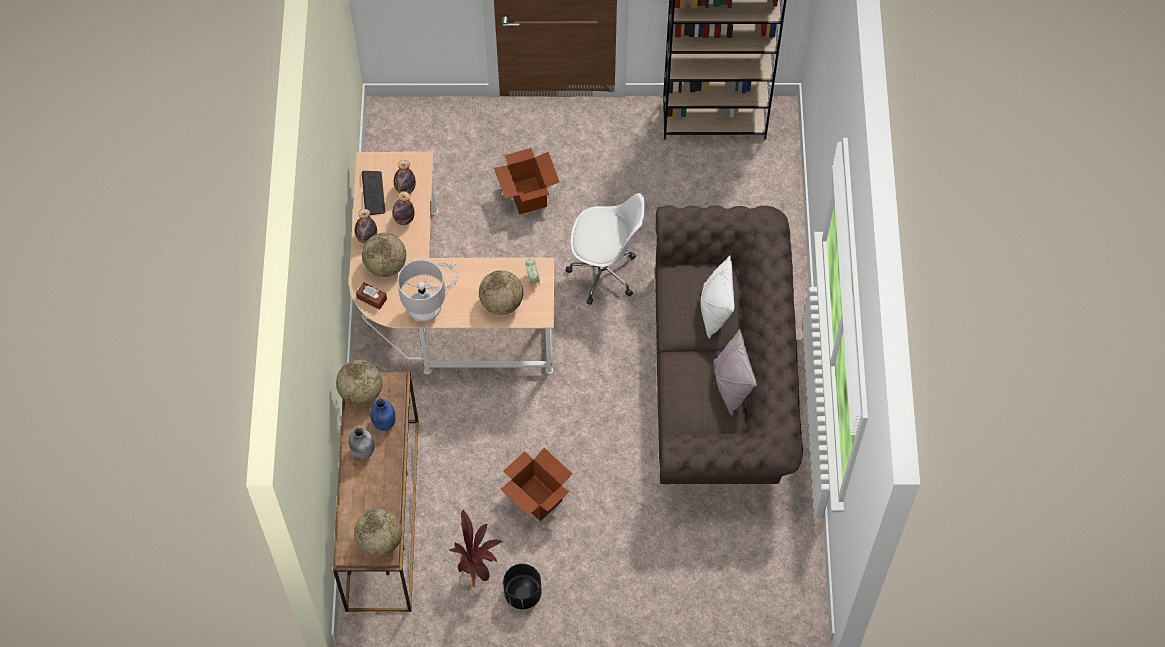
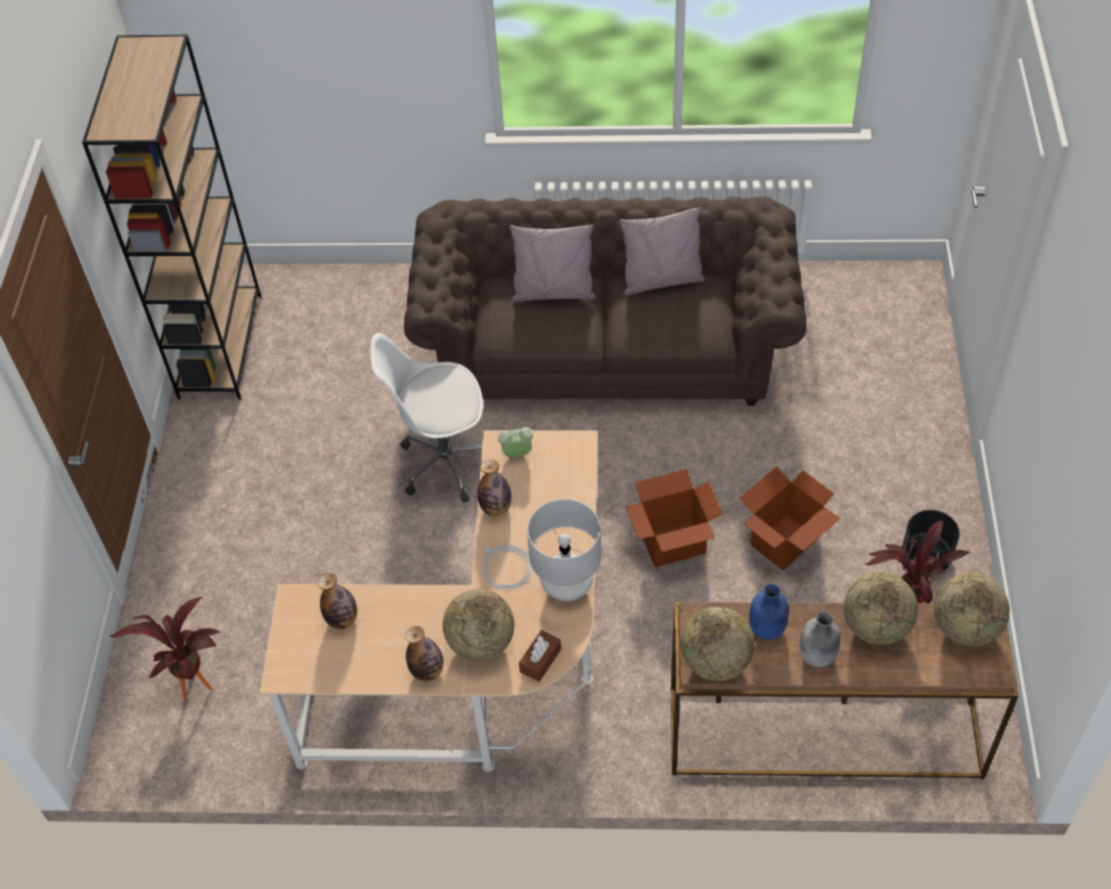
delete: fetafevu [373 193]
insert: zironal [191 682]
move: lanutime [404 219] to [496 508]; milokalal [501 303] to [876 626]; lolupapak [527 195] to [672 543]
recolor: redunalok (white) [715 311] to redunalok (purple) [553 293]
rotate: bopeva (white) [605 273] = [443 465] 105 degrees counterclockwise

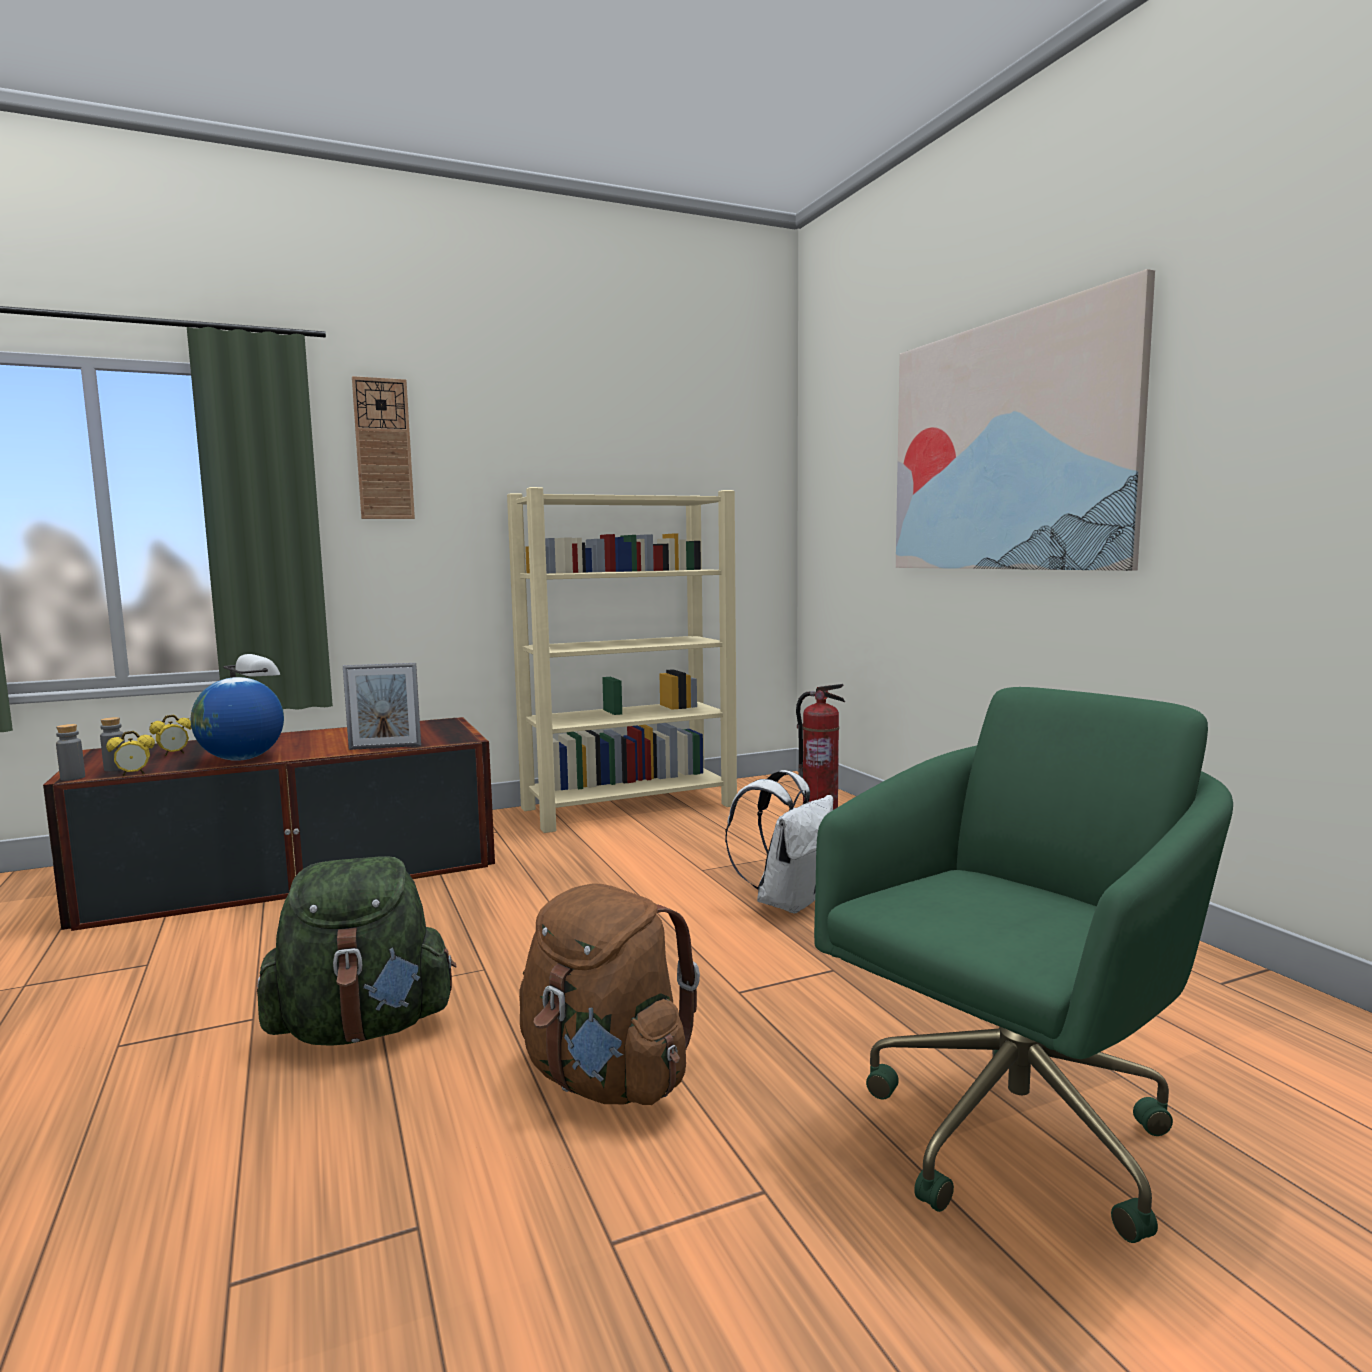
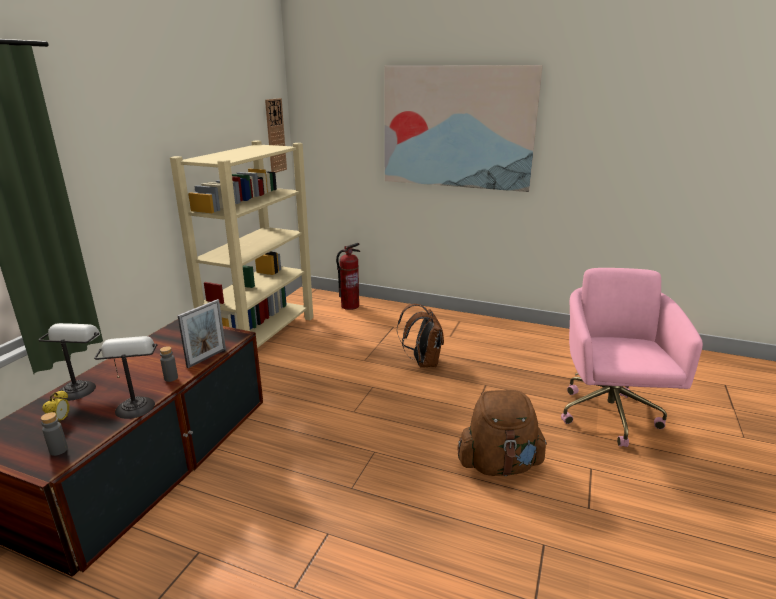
delete: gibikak [134 774]; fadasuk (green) [362 1028]
move: lanutime (grey) [72 778] to [171 378]; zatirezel [383 449] to [275 136]
replace: milokalal [241 759] to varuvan [136 403]
recolor: fadasuk (white) [787 902] to fadasuk (brown) [423 362]; bopeva (green) [1008 1144] to bopeva (pink) [609 419]

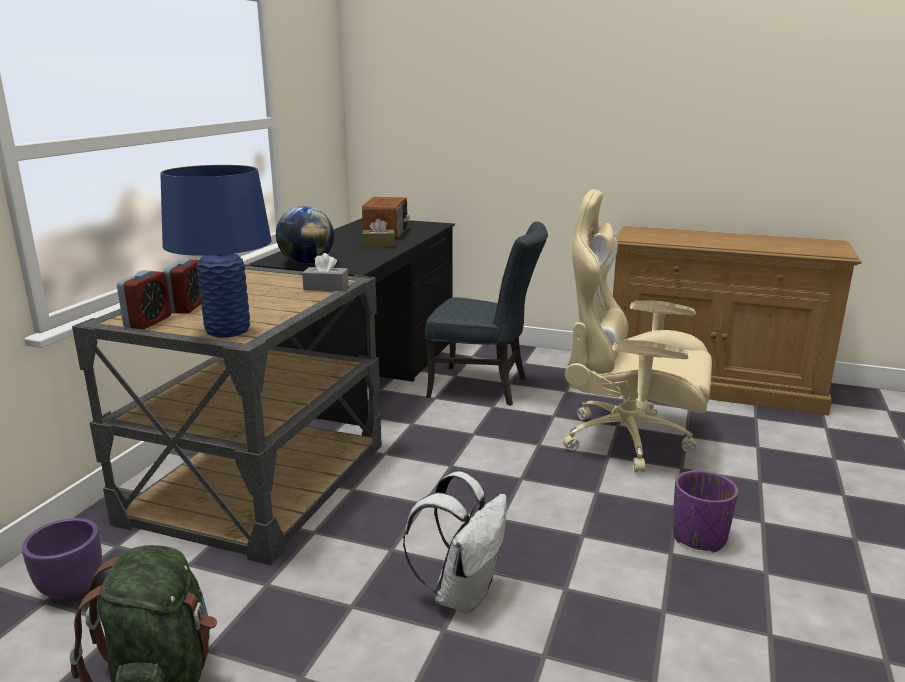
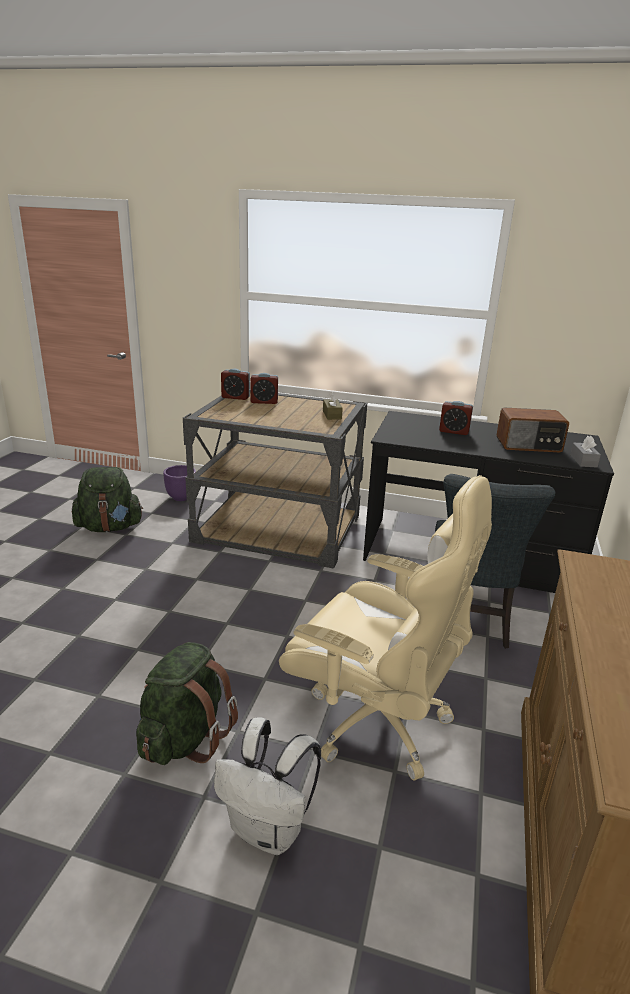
delete: varuvan (blue) [227 331]; milokalal [306 263]
insert: gibikak [454 431]
move: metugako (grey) [326 287] to [583 461]; metugako (brown) [379 245] to [332 415]; fadasuk (white) [462 593] to [269 830]
replace: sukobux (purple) [699 537] to fadasuk (green) [185 737]
rotate: bopeva (beige) [634 441] = [369 719] 105 degrees clockwise

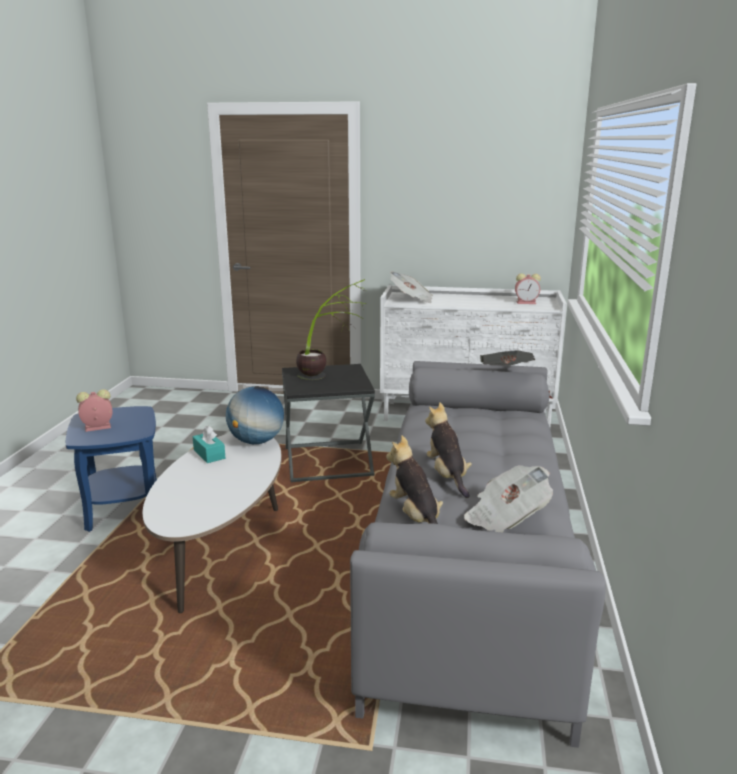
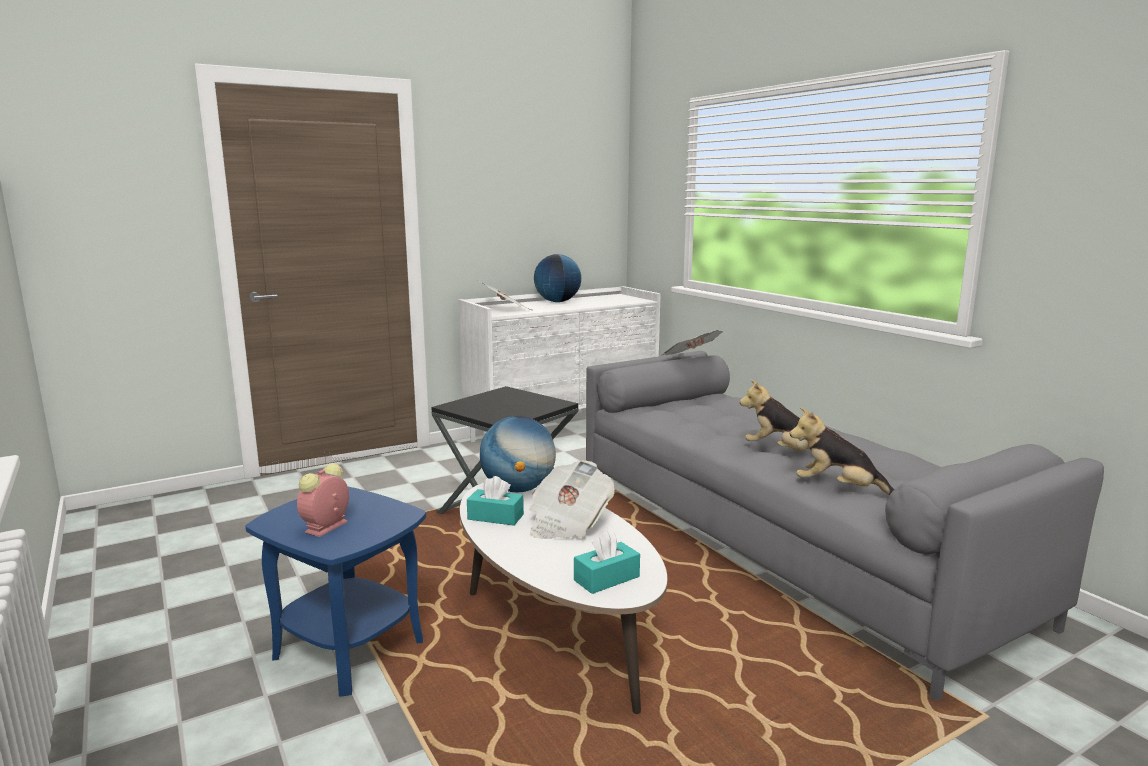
delete: zironal [328 377]; gibikak [527 302]
insert: milokalal [557 302]; metugako (turquoise) [606 578]
move: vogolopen [506 518] to [567 523]

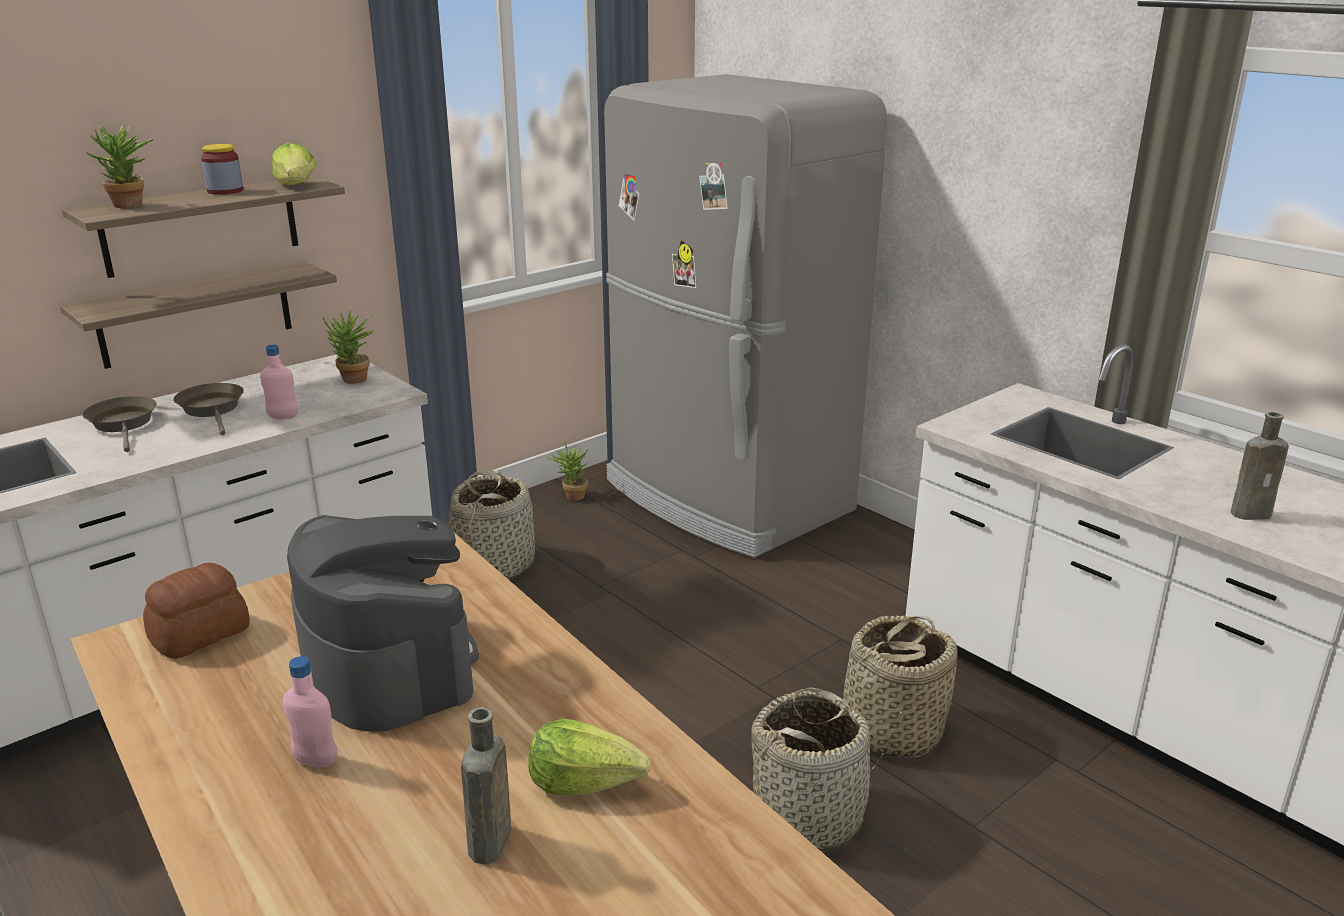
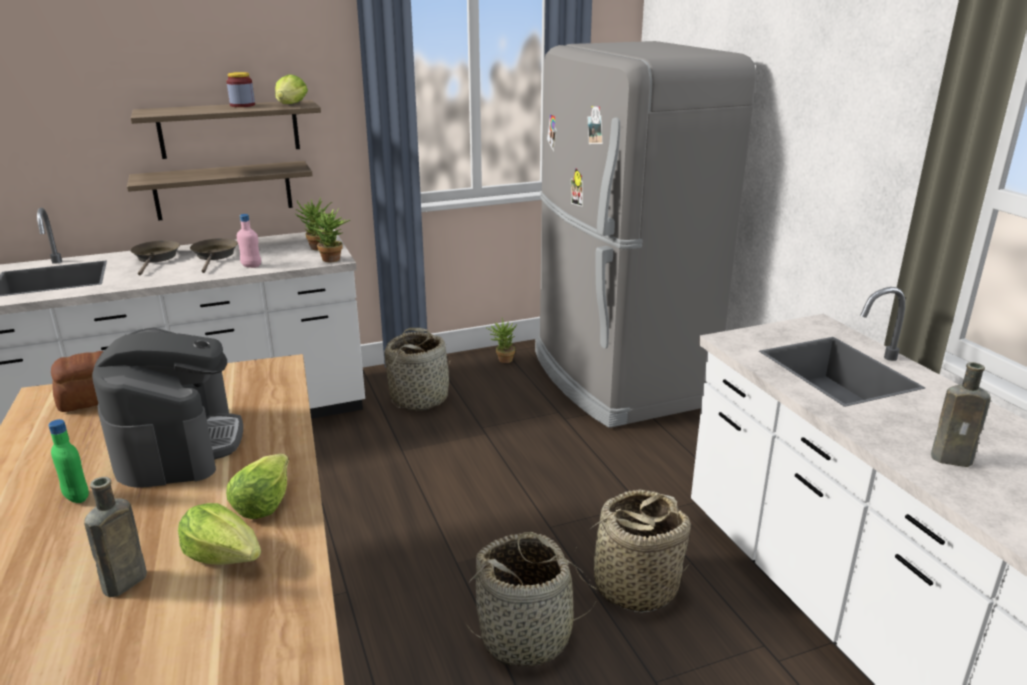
insert: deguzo [263 502]
move: zironal [131 206] to [332 260]
recolor: lanutime (pink) [315 761] to lanutime (green) [76 497]

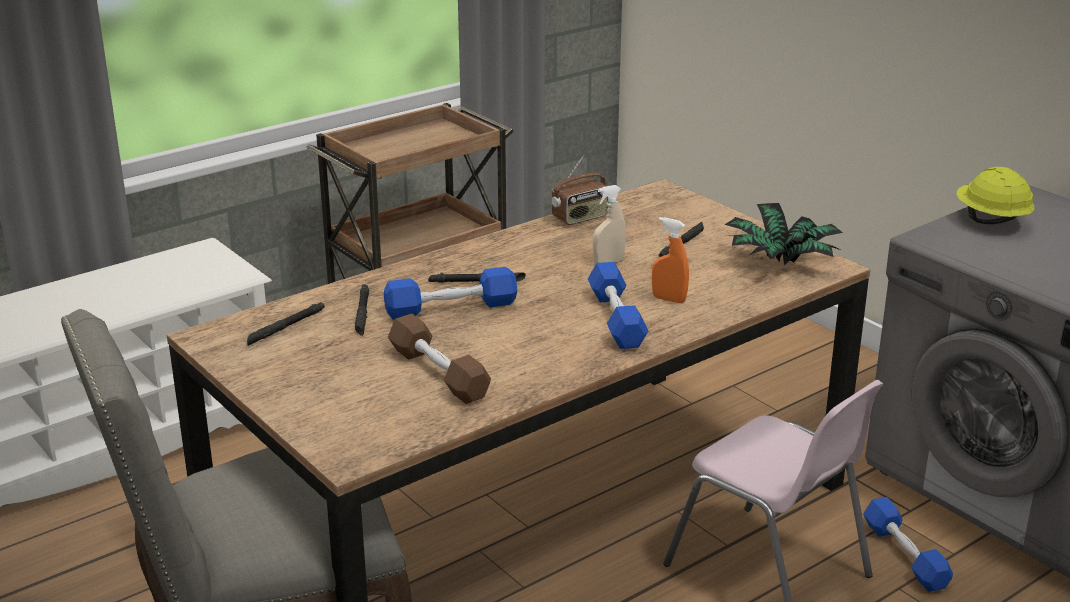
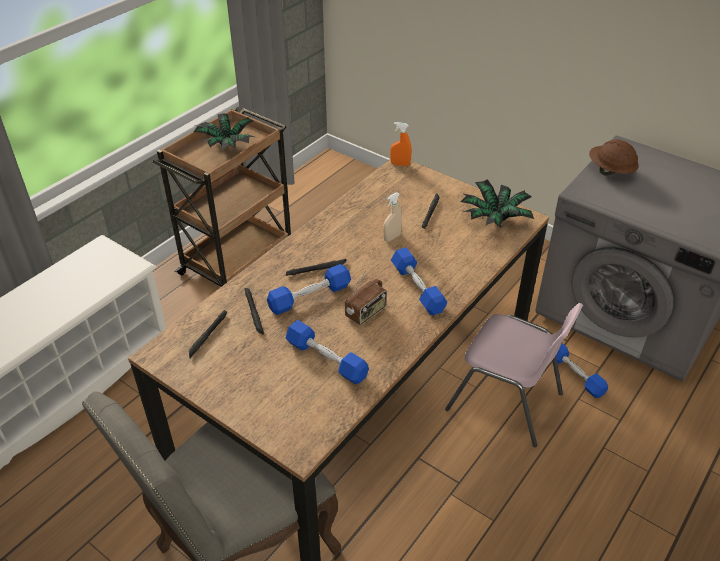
insert: zironal [227 146]
move: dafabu [580 218] to [366 313]; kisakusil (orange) [668 299] to [400 164]
recolor: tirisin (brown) [438 373] to tirisin (blue) [326 359]; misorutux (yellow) [991 220] to misorutux (brown) [610 171]

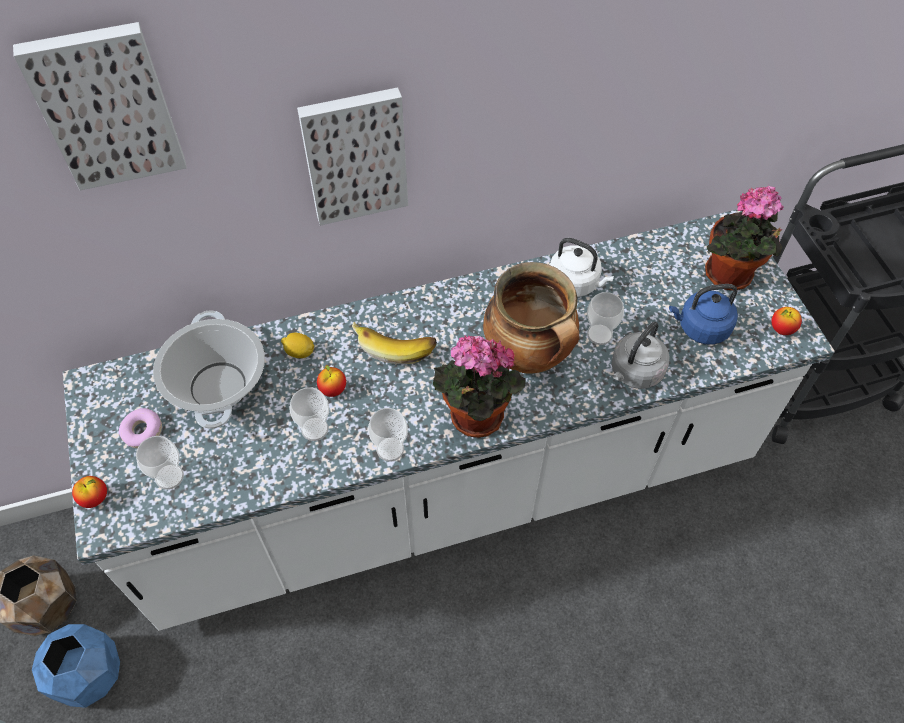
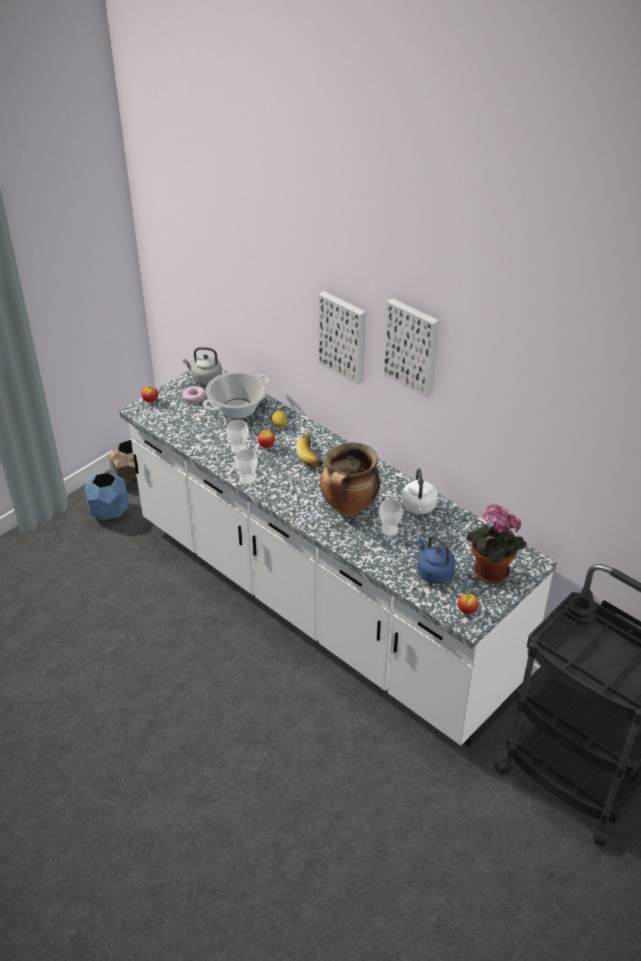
delete: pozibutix [169 477]; zironal [473 419]
move: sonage [106 105] to [413 346]; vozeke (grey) [634 373] to [205 379]

